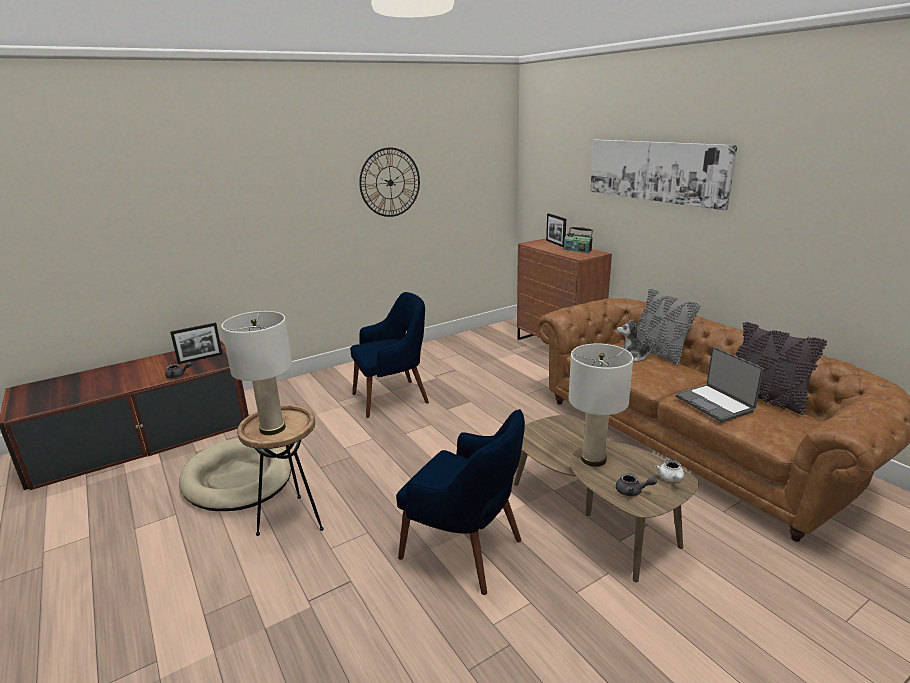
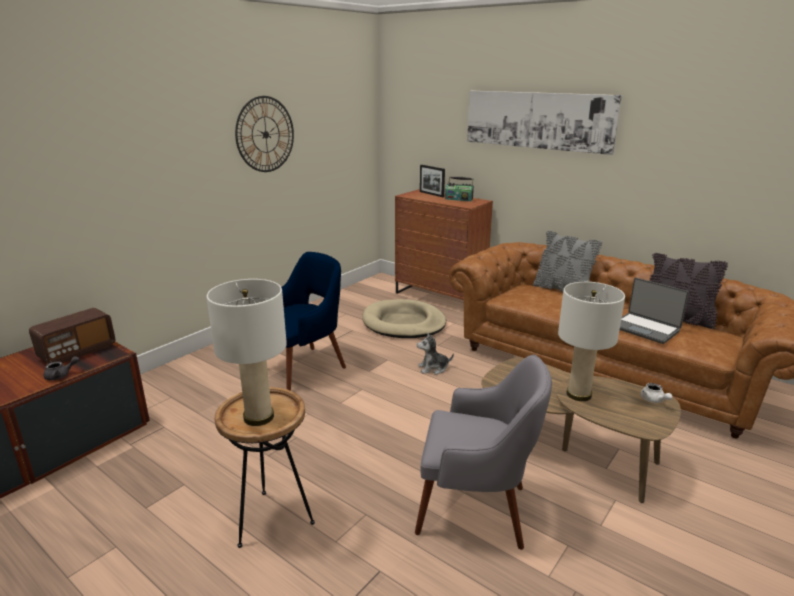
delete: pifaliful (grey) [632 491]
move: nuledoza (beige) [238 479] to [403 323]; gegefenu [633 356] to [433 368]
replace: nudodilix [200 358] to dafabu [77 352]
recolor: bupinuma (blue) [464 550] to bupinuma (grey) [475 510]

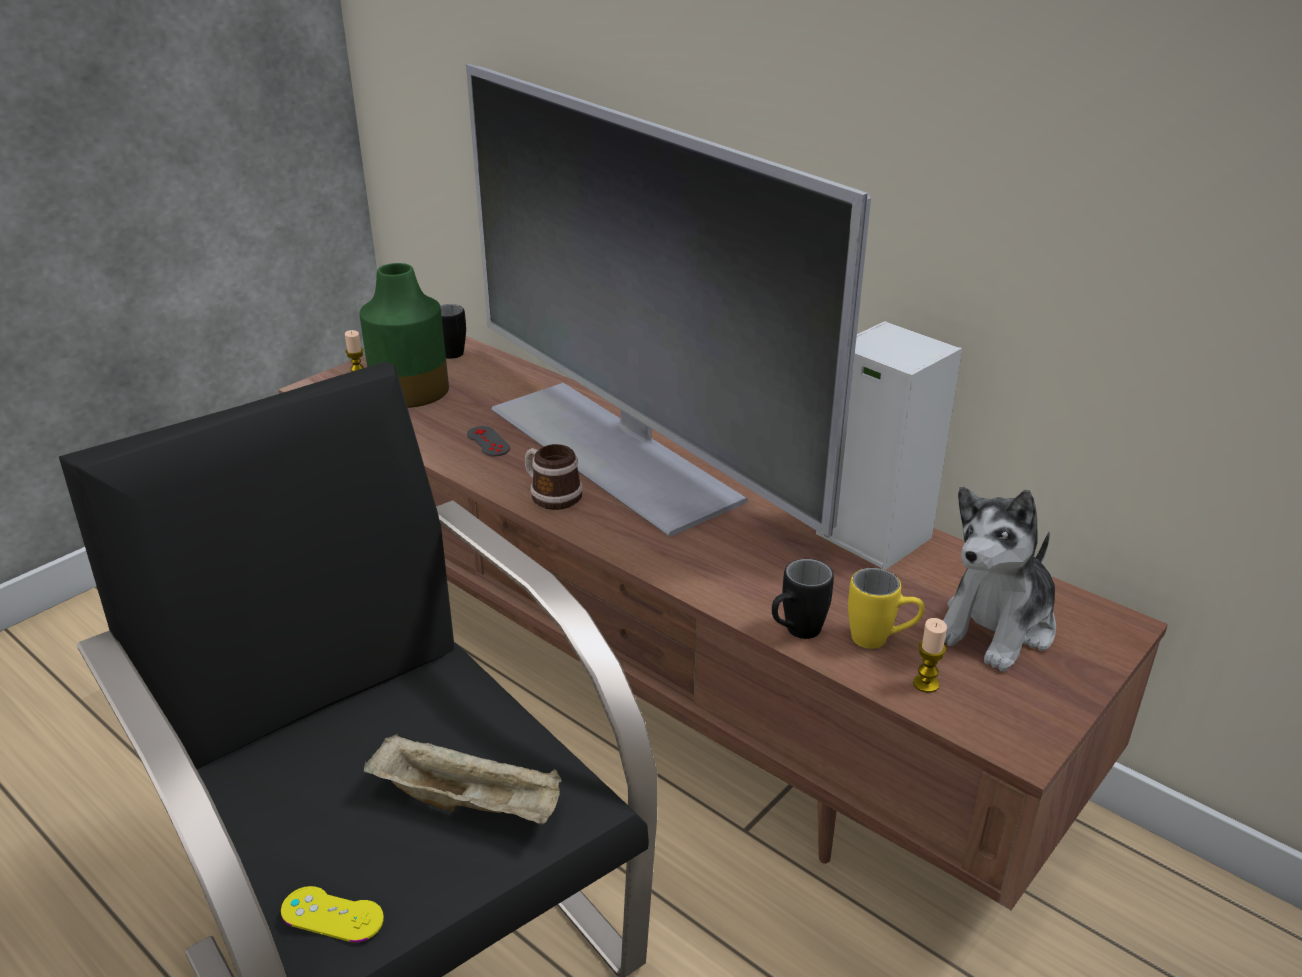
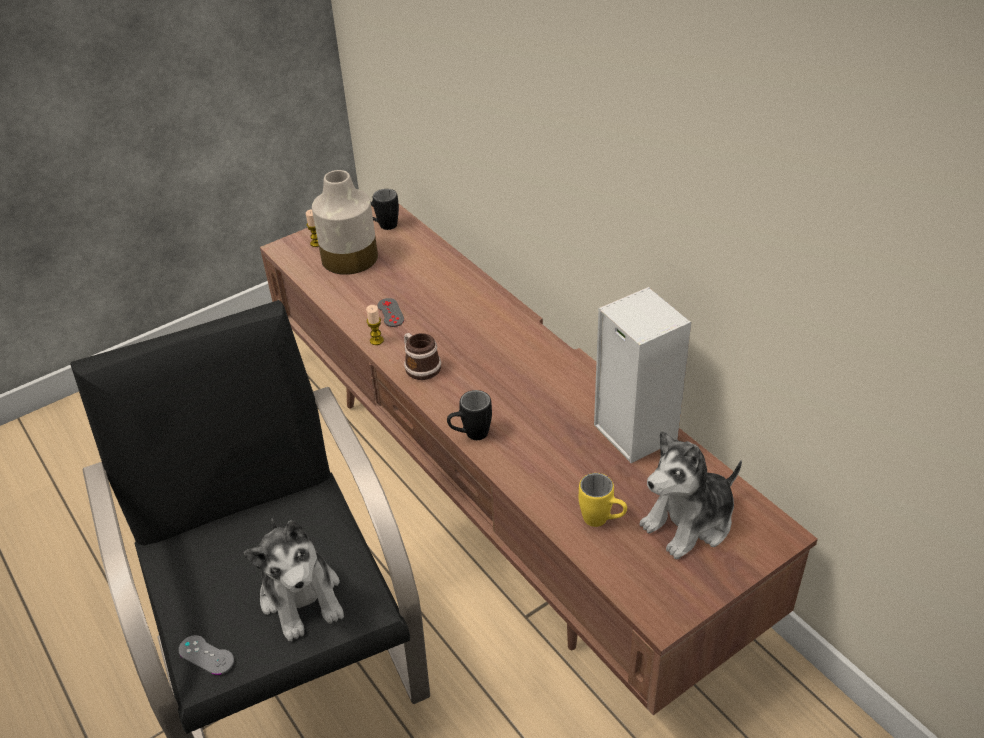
delete: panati [616 451]
move: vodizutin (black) [795 633] to [470 435]; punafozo [926 684] to [376 340]
replace: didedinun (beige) [470 803] to gegefenu [302 596]
recolor: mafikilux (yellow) [332 914] to mafikilux (grey) [206 655]; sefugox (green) [411 390] to sefugox (beige) [350 257]

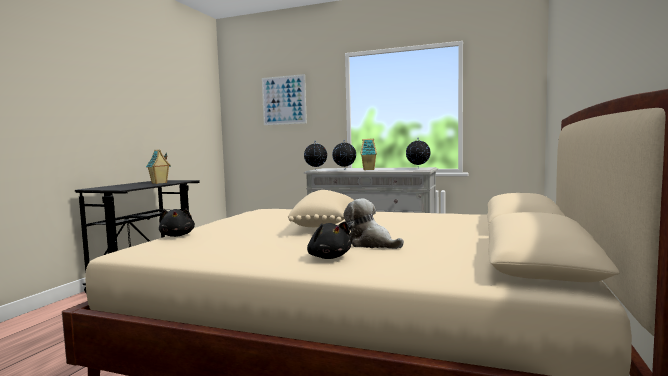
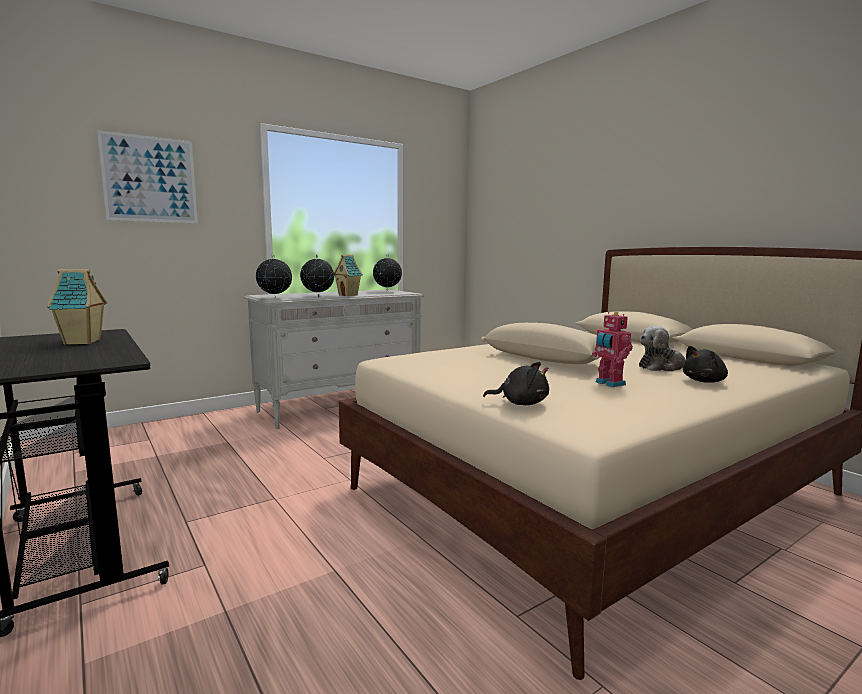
insert: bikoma [609 383]
rotate: gegefenu (black) [328 257] = [705 381] 150 degrees clockwise

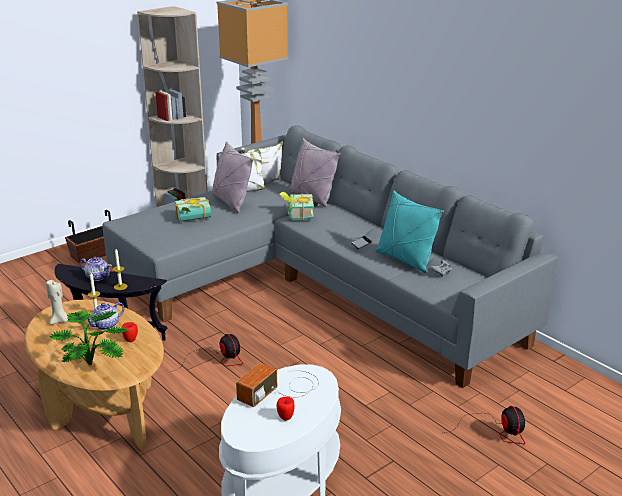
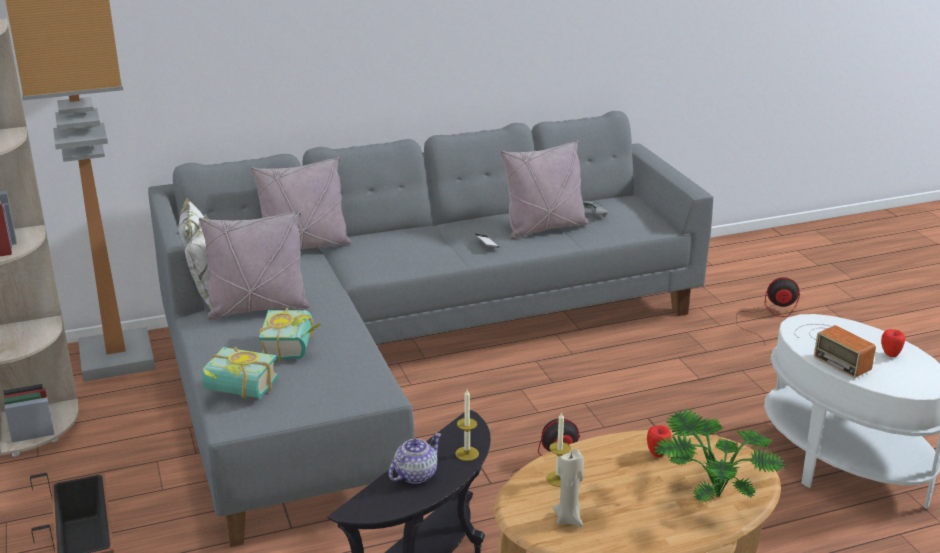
delete: pifaliful [106 325]
move: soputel [296 214] to [238 391]
recolor: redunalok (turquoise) [405 260] to redunalok (purple) [544 228]

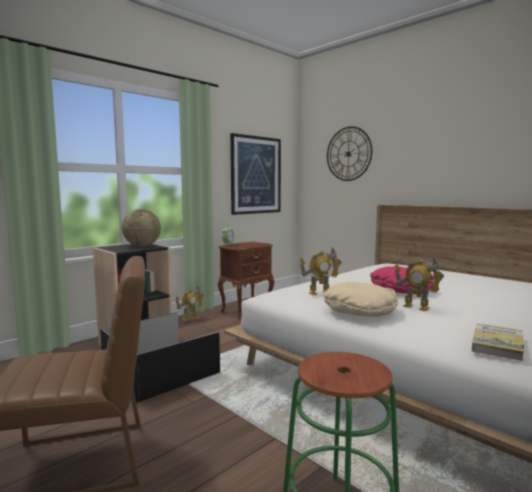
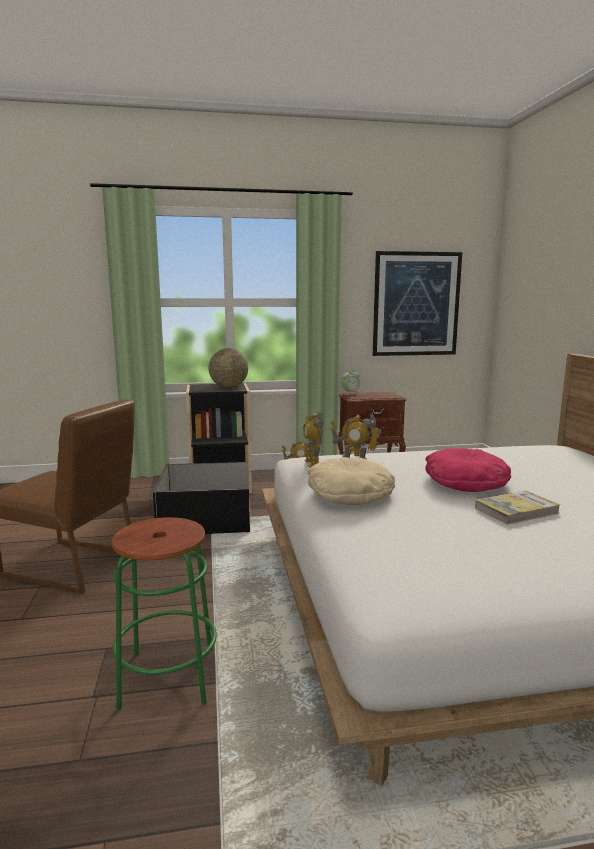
delete: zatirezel [348 154]
move: bikoma [416 307] to [312 463]; soputel [497 344] to [516 510]

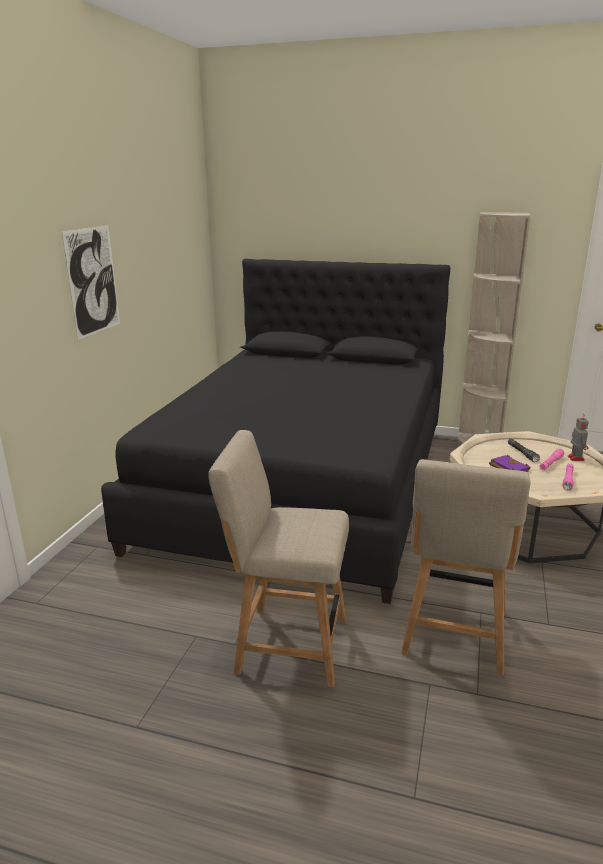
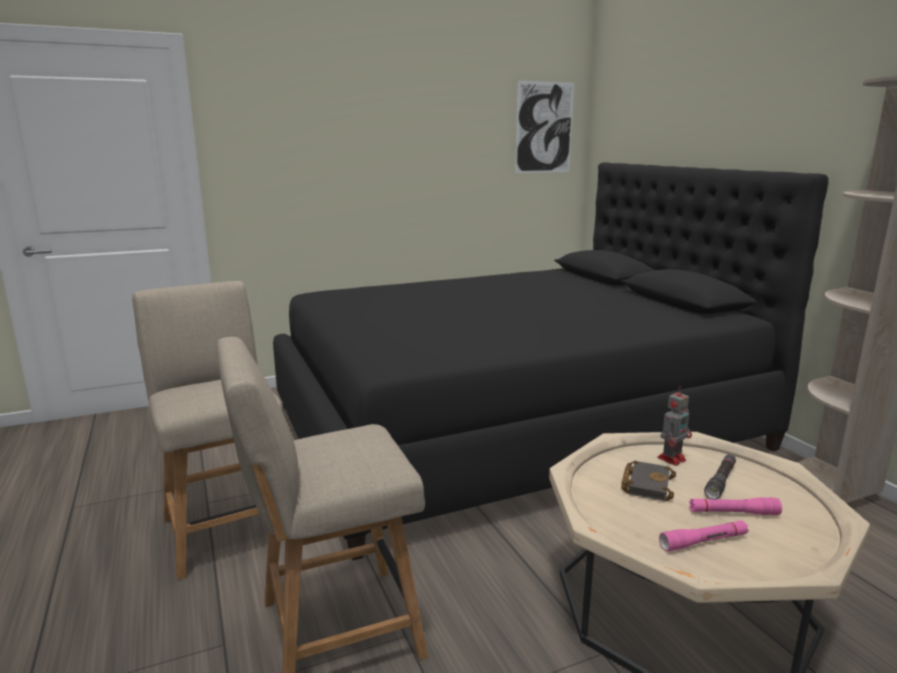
move: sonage [93 281] to [544 128]; bikoma [575 458] to [672 458]
recolor: soputel (purple) [507 468] to soputel (black) [646 484]

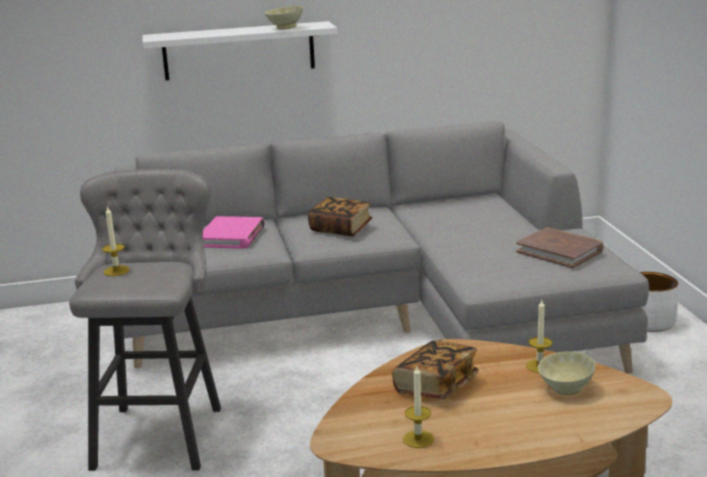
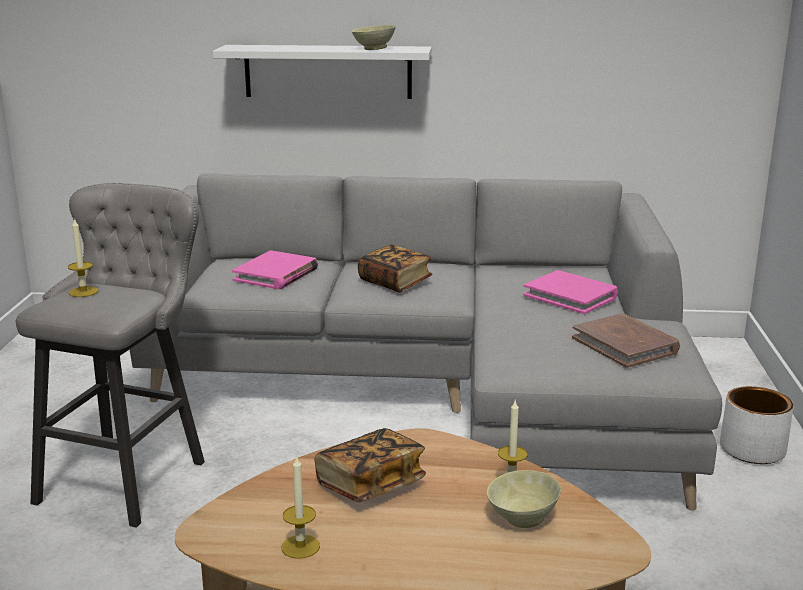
insert: soputel (pink) [570 296]

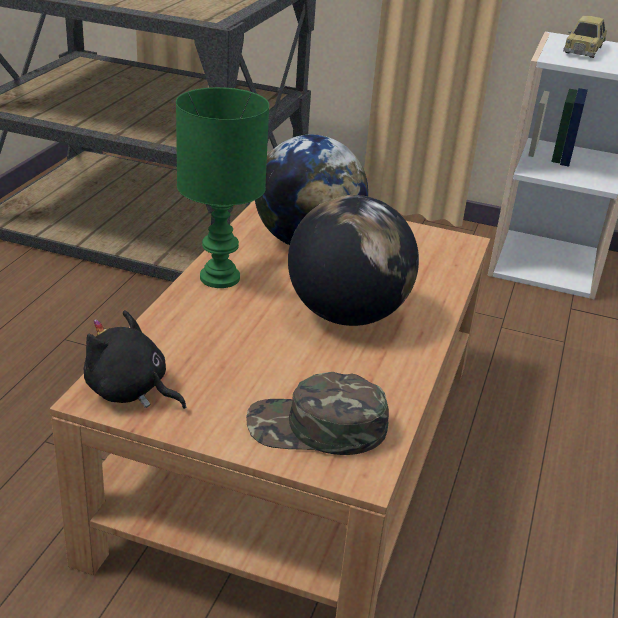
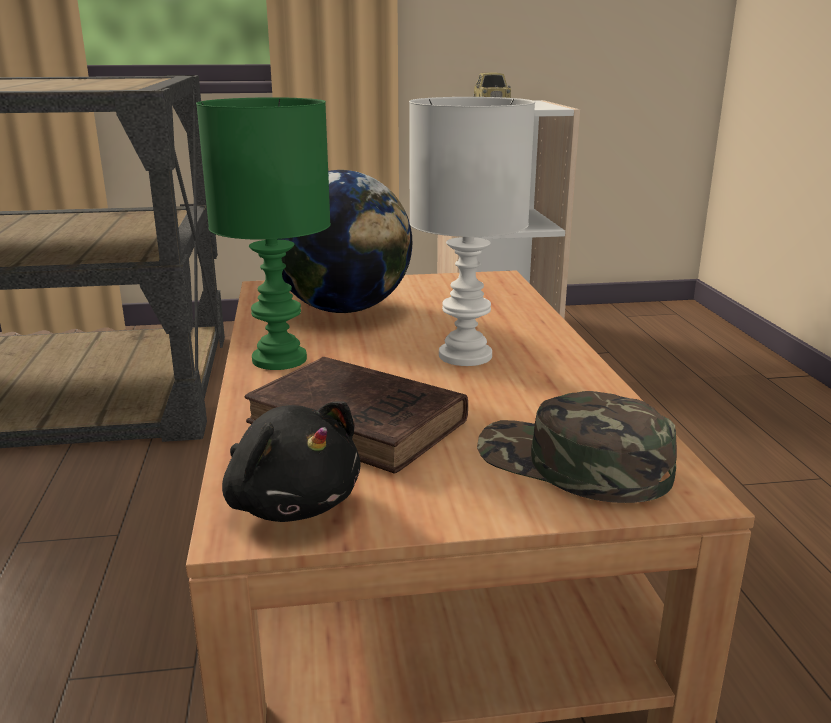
insert: soputel (brown) [362 424]
replace: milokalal [347 315] to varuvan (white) [464 355]
rotate: gegefenu (black) [130 391] = [291 503] 135 degrees counterclockwise; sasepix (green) [316 427] = [571 463] 60 degrees clockwise

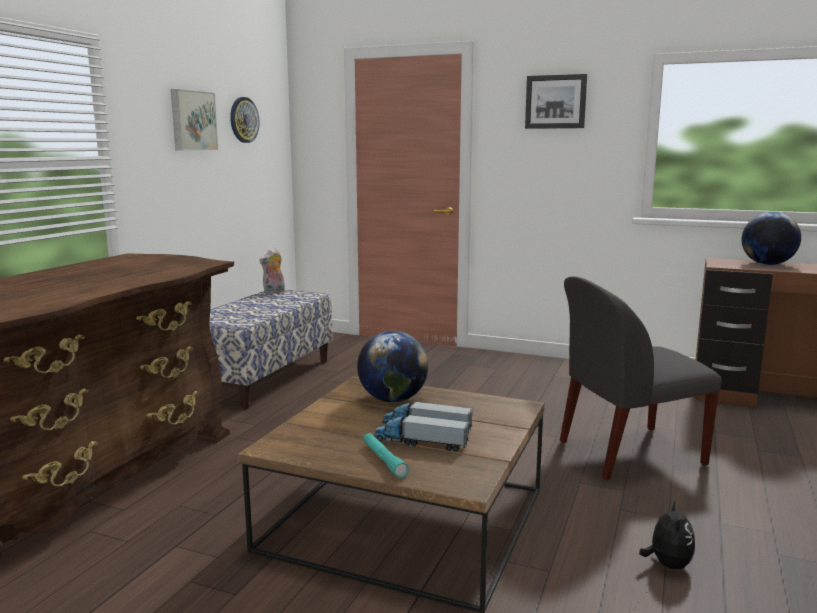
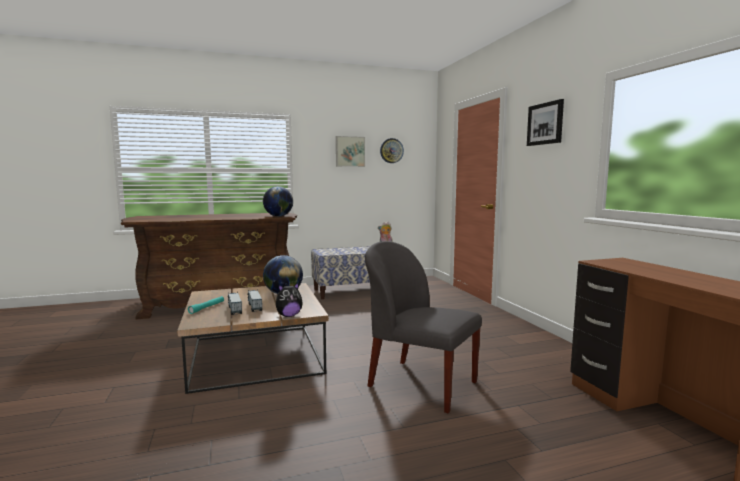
move: gegefenu [667 564] to [289 316]; milokalal [767 264] to [278 216]

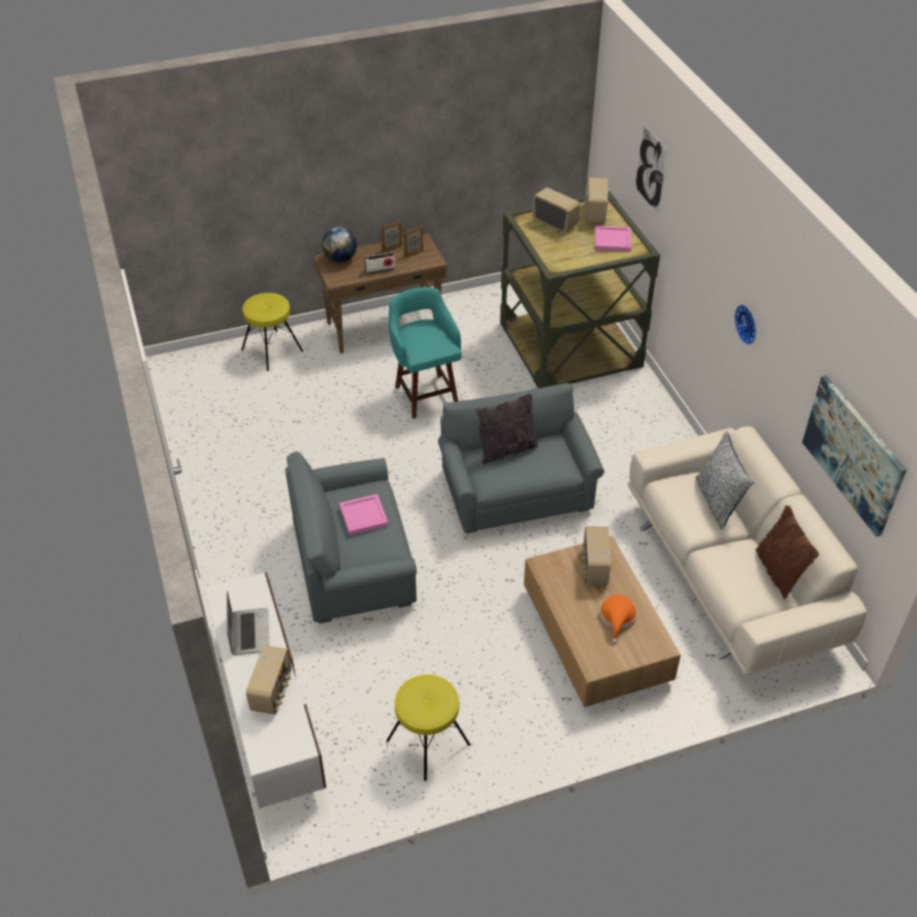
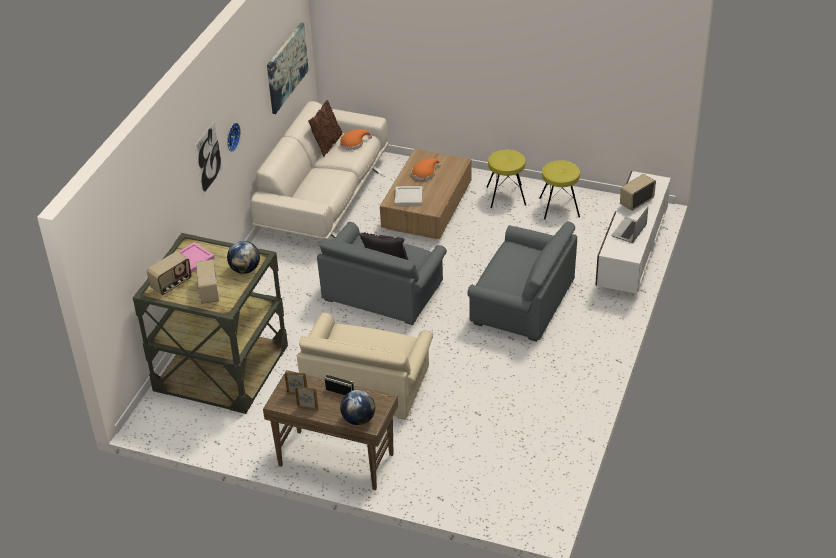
delete: didedinun (pink) [364 515]; redunalok [718 502]
insert: milokalal [245 269]; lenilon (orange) [353 143]
move: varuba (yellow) [272 350] to [506 196]; sonage [650 169] to [209 157]
replace: varuba (turquoise) [426 394] to bupinuma (beige) [366 385]; dafabu [594 567] to didedinun (white) [408 197]

